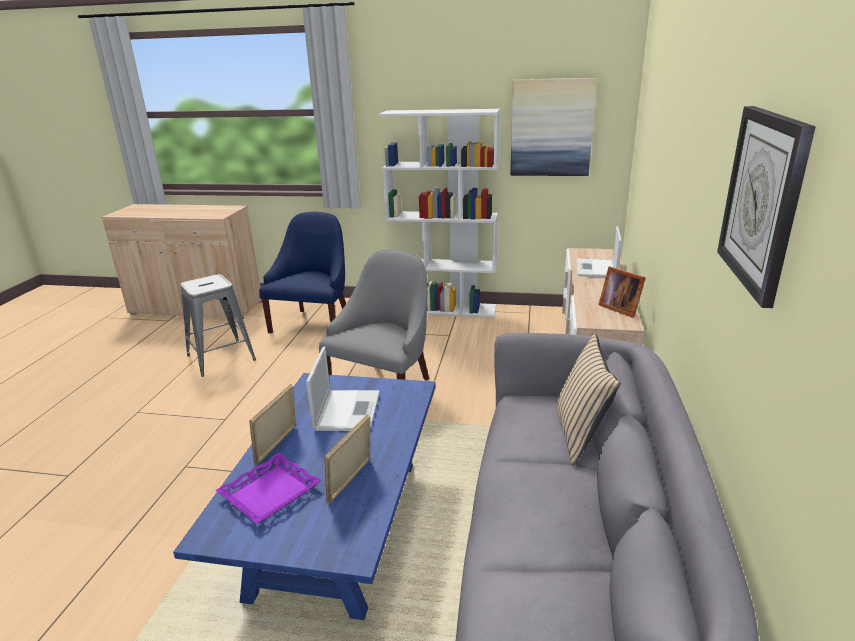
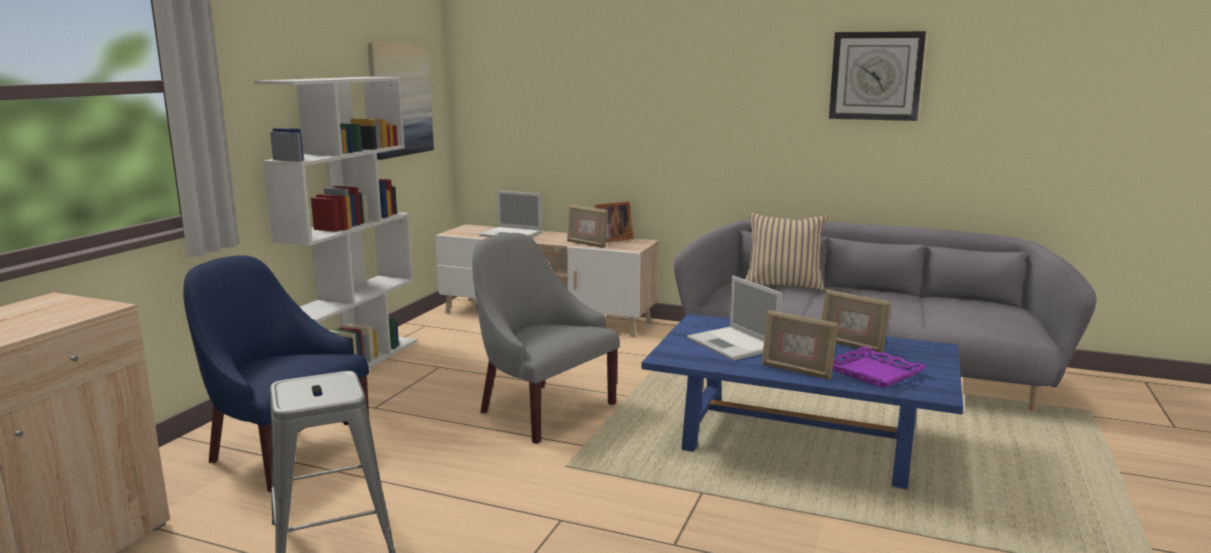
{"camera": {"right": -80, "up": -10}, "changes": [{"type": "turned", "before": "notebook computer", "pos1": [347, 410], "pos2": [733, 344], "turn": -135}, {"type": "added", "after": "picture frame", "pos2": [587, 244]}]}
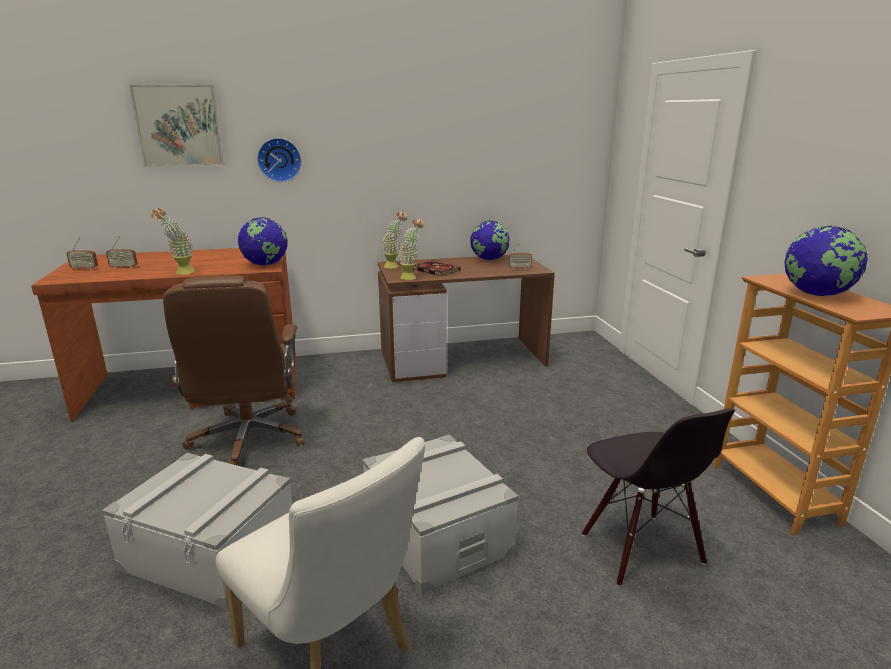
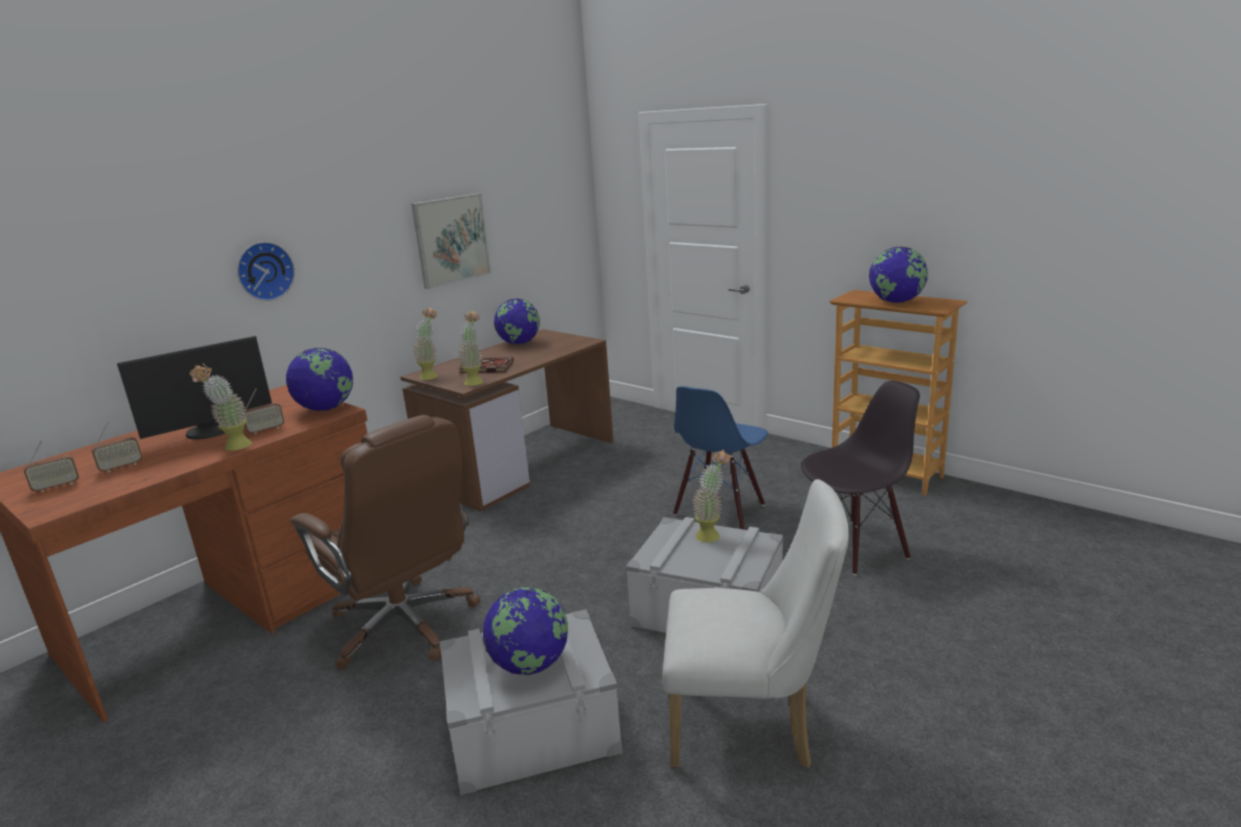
{"camera": {"right": -35, "up": 0}, "changes": [{"type": "moved", "before": "wall picture", "pos1": [179, 126], "pos2": [451, 240]}, {"type": "moved", "before": "radio", "pos1": [519, 268], "pos2": [266, 430]}, {"type": "turned", "before": "chair in black", "pos1": [640, 549], "pos2": [855, 547], "turn": -60}, {"type": "added", "after": "computer screen", "pos2": [210, 431]}, {"type": "added", "after": "chair in bluish", "pos2": [720, 510]}, {"type": "added", "after": "potted plant", "pos2": [712, 534]}, {"type": "added", "after": "world globe", "pos2": [530, 665]}]}
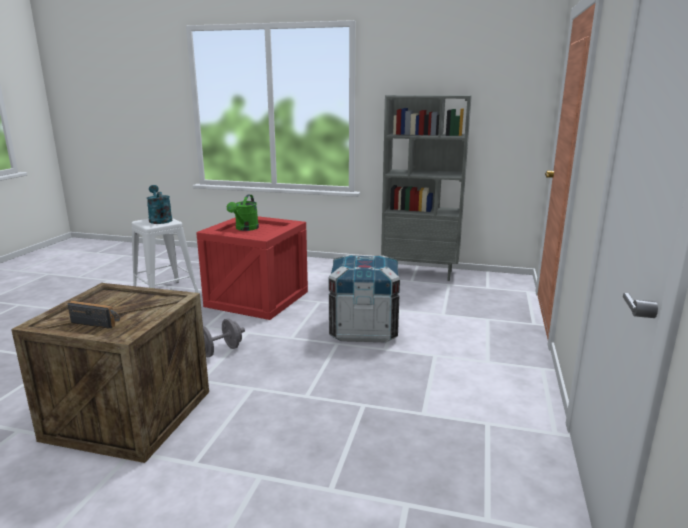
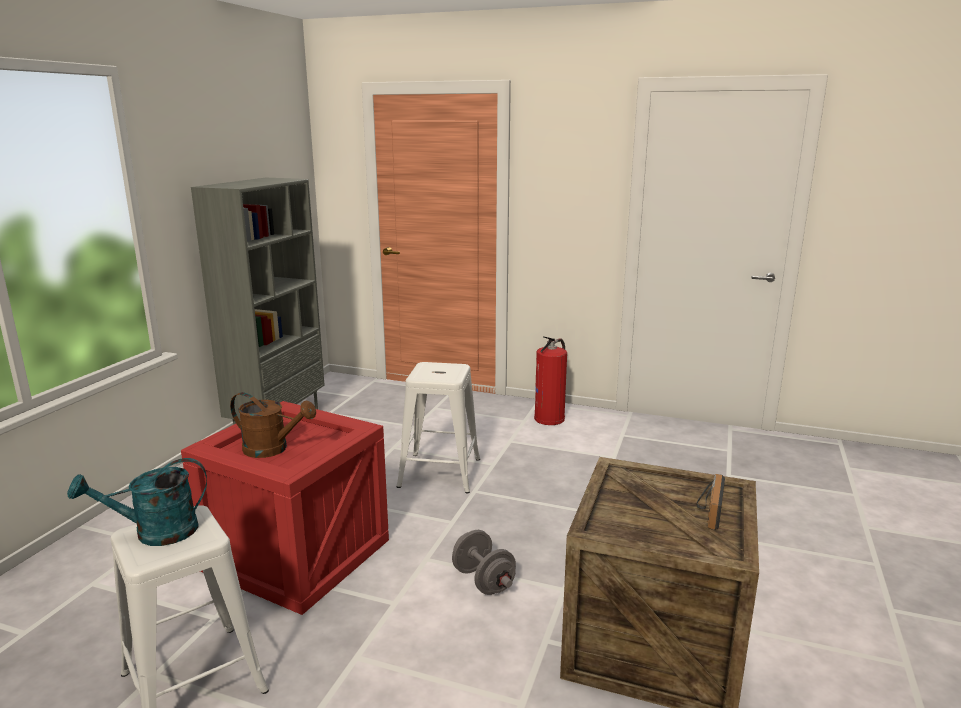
{"camera": {"right": -85, "up": 0}, "changes": [{"type": "recoloured", "before": "watering pot in greenish", "after": "watering pot in brown", "pos1": [245, 229], "pos2": [272, 449]}, {"type": "replaced", "before": "crate", "after": "stool seat in whitish", "pos1": [364, 329], "pos2": [440, 472]}, {"type": "added", "after": "extinguisher", "pos2": [550, 418]}]}
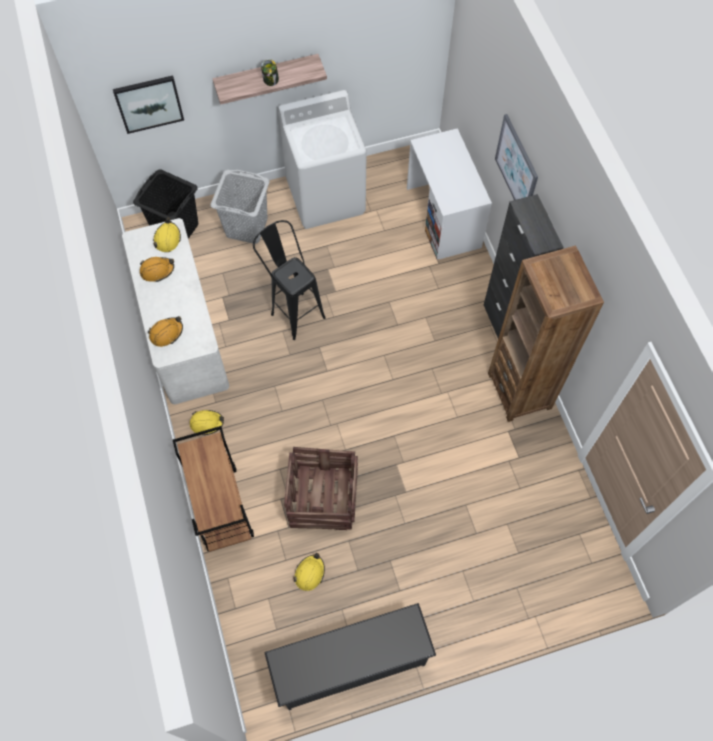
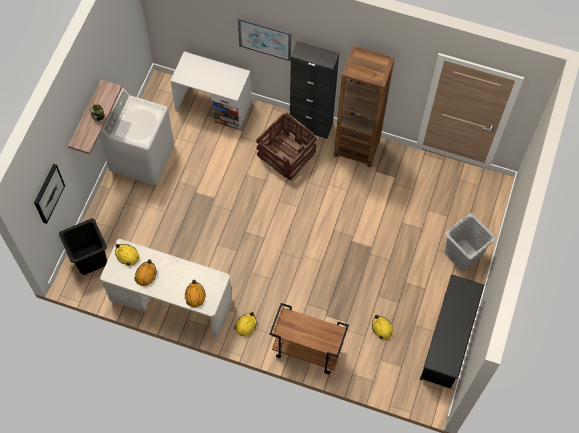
{"camera": {"right": -55, "up": 0}, "changes": [{"type": "moved", "before": "laundry basket in greyish", "pos1": [247, 227], "pos2": [463, 254]}, {"type": "removed", "before": "stool seat in black", "pos1": [293, 310]}, {"type": "moved", "before": "crate", "pos1": [323, 497], "pos2": [285, 155]}]}
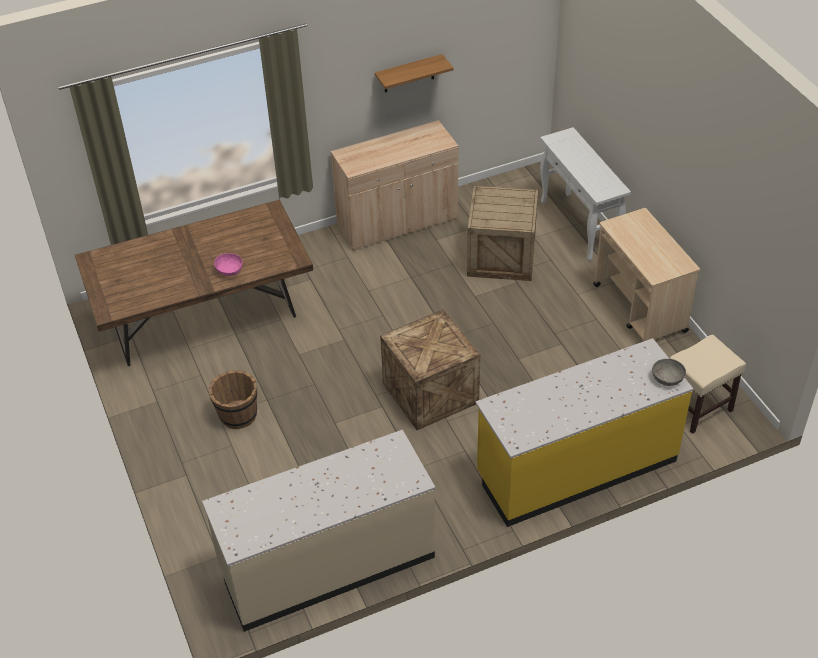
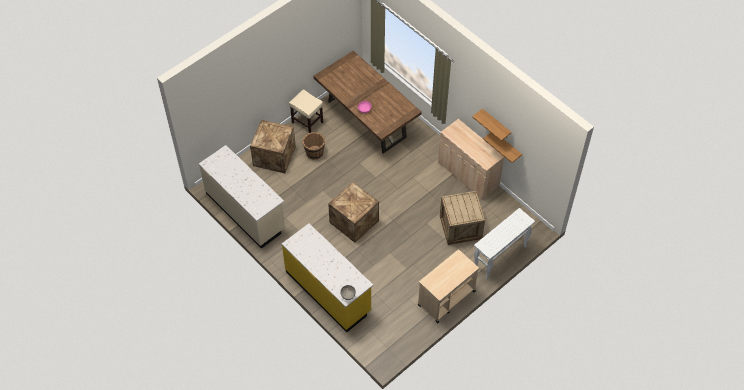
{"camera": {"right": 70, "up": 10}, "changes": [{"type": "moved", "before": "stool seat in beige-coloured", "pos1": [697, 408], "pos2": [307, 122]}, {"type": "added", "after": "crate", "pos2": [273, 156]}, {"type": "added", "after": "bracket shelf", "pos2": [506, 146]}]}
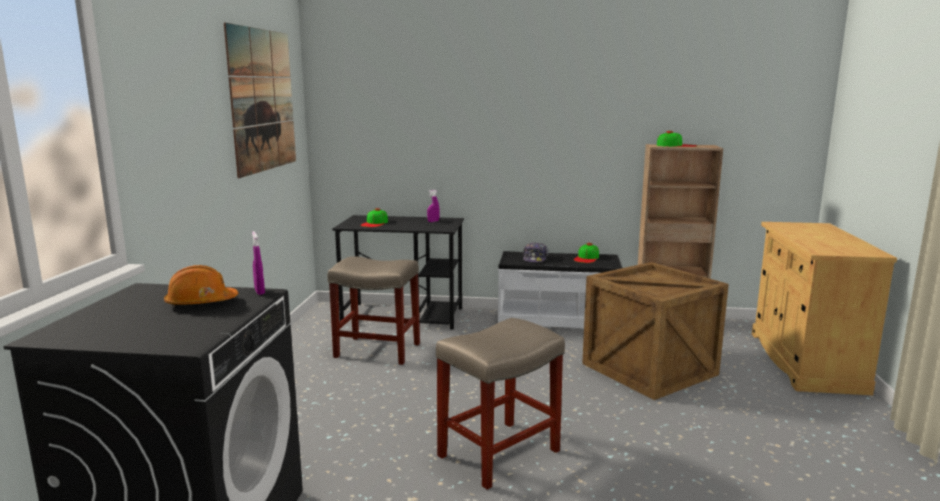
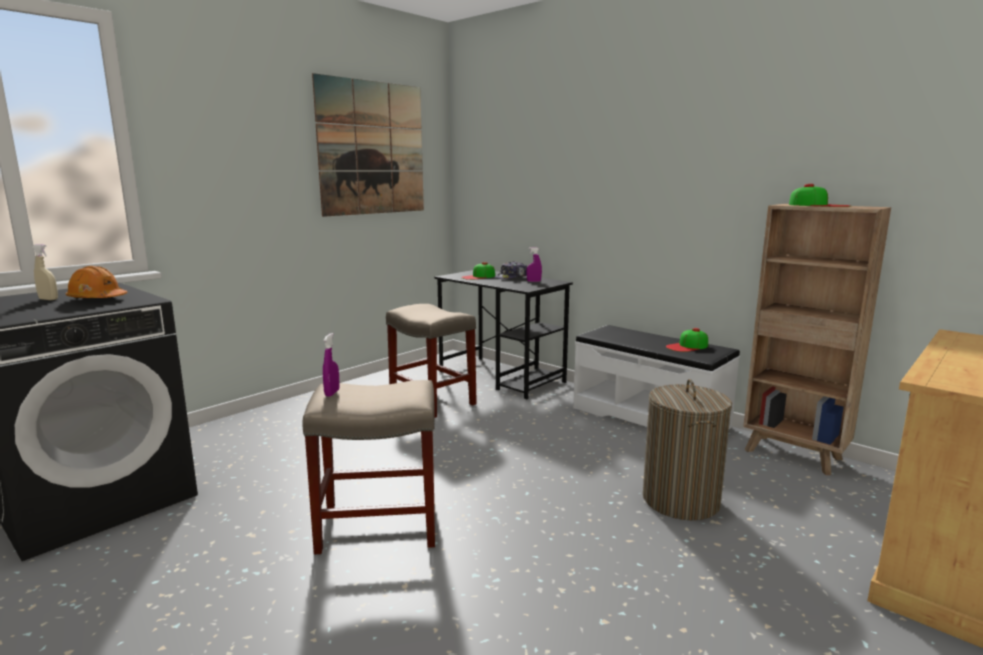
{"camera": {"right": 35, "up": 0}, "changes": [{"type": "moved", "before": "spray bottle in purple", "pos1": [259, 292], "pos2": [332, 393]}, {"type": "moved", "before": "cap", "pos1": [535, 258], "pos2": [511, 277]}, {"type": "replaced", "before": "crate", "after": "laundry basket", "pos1": [651, 369], "pos2": [681, 500]}, {"type": "added", "after": "spray bottle in beige-coloured", "pos2": [48, 299]}]}
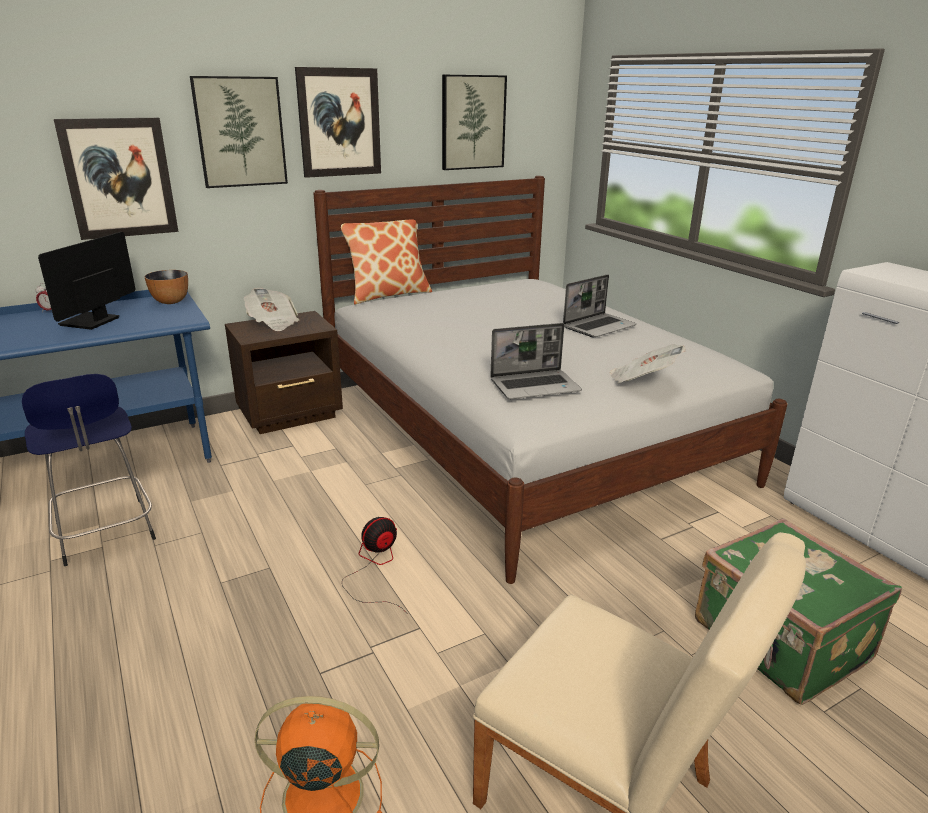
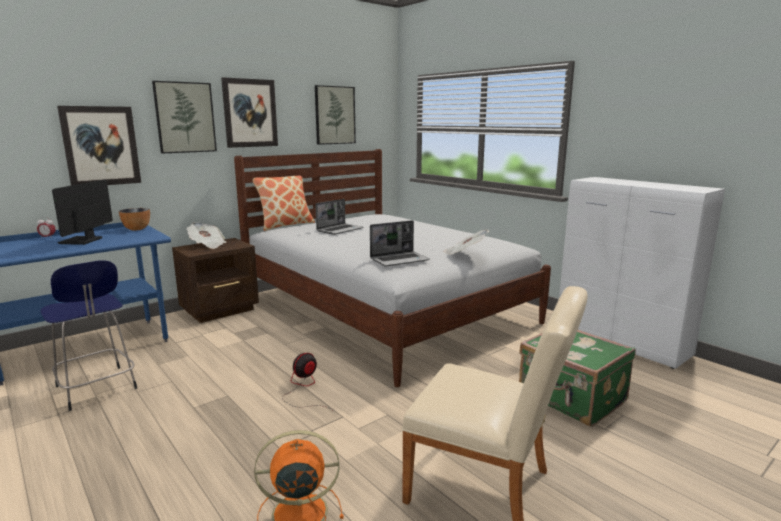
{"camera": {"right": -10, "up": -10}, "changes": [{"type": "moved", "before": "notebook computer", "pos1": [599, 326], "pos2": [340, 230]}]}
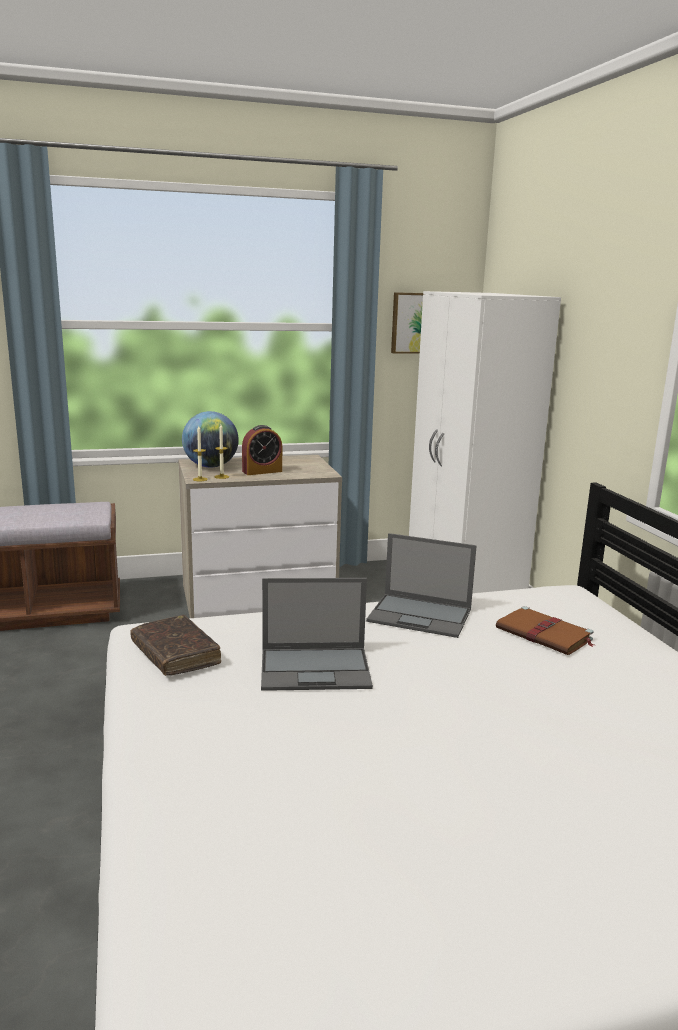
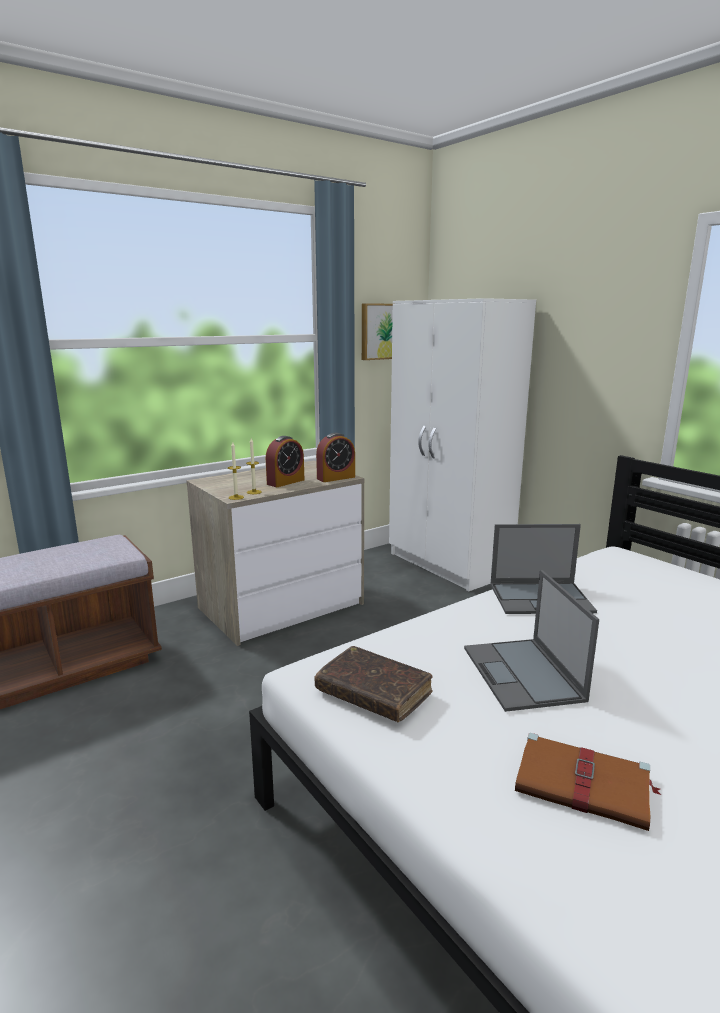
{"camera": {"right": -20, "up": 0}, "changes": [{"type": "removed", "before": "world globe", "pos1": [211, 466]}, {"type": "turned", "before": "notebook computer", "pos1": [316, 669], "pos2": [523, 674], "turn": 105}, {"type": "moved", "before": "book in brown", "pos1": [545, 634], "pos2": [585, 785]}, {"type": "added", "after": "table clock", "pos2": [336, 478]}]}
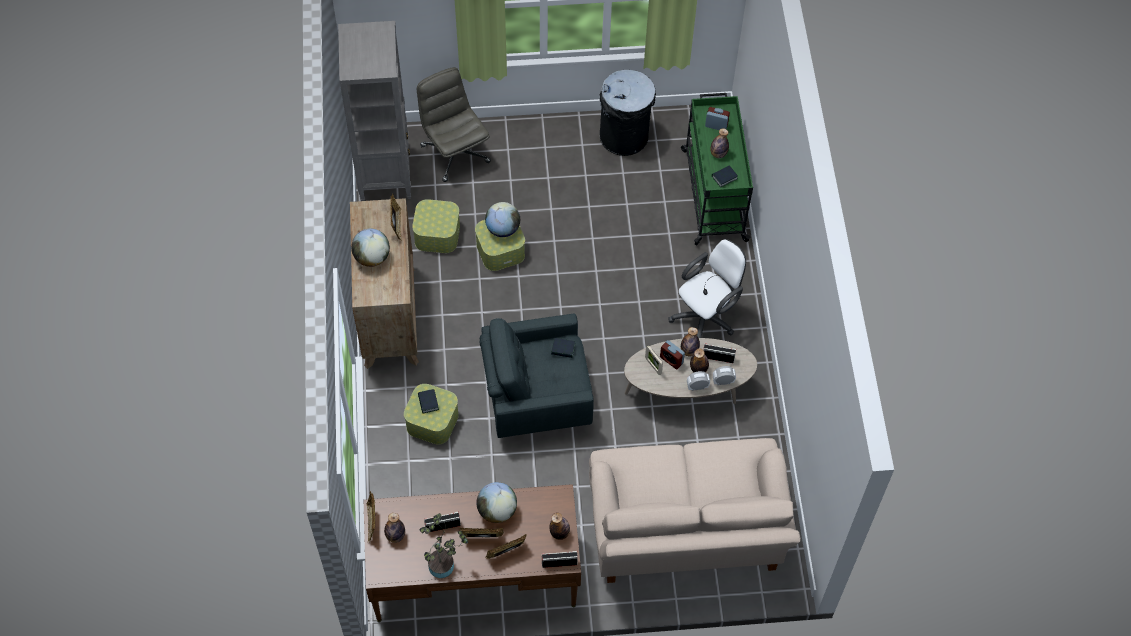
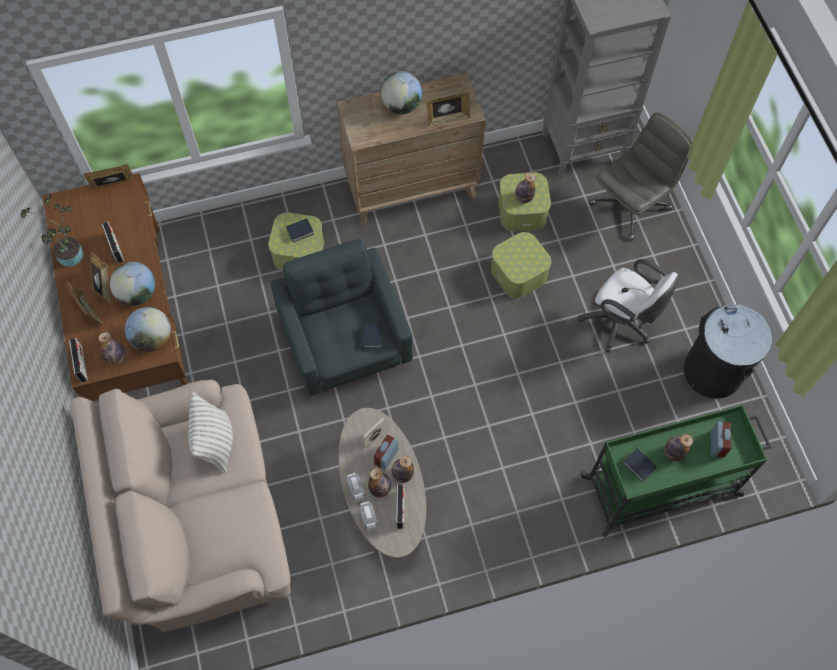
{"camera": {"right": 80, "up": 5}, "changes": [{"type": "moved", "before": "world globe", "pos1": [502, 229], "pos2": [153, 338]}, {"type": "moved", "before": "desk chair in whitish", "pos1": [706, 317], "pos2": [620, 324]}, {"type": "moved", "before": "bottle", "pos1": [395, 536], "pos2": [523, 198]}, {"type": "added", "after": "pillow", "pos2": [216, 442]}]}
